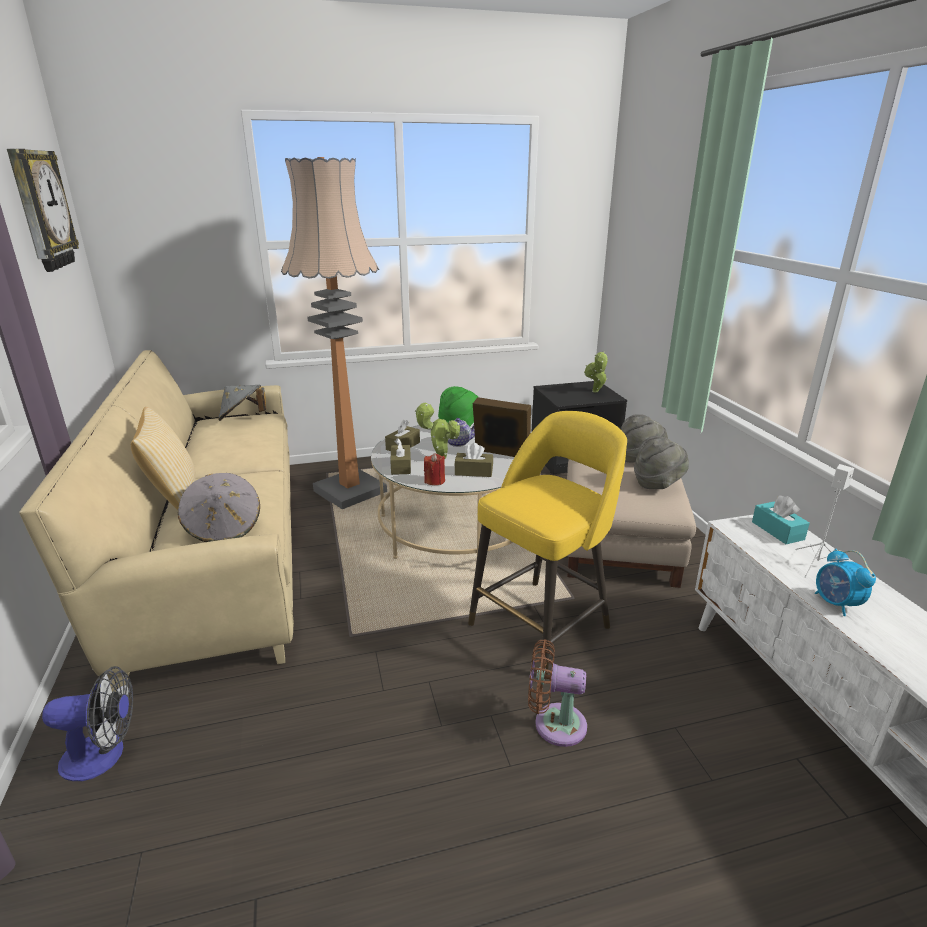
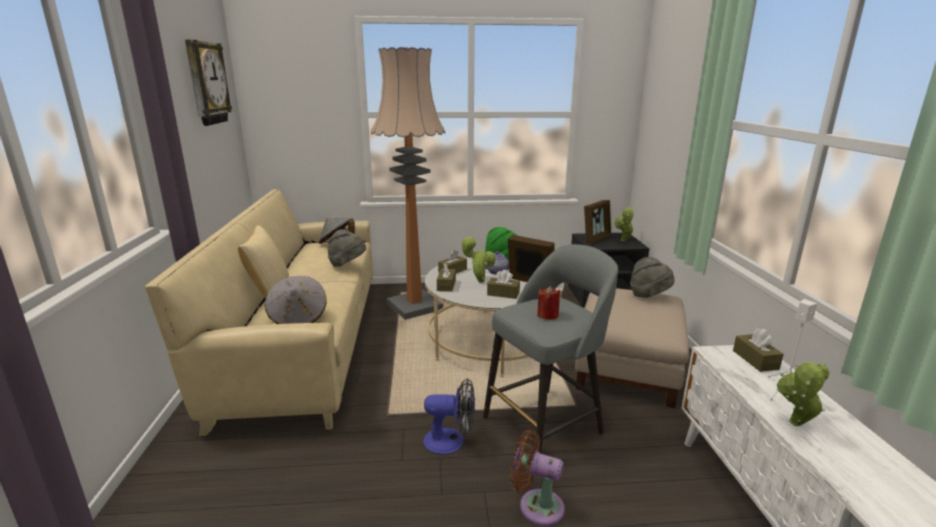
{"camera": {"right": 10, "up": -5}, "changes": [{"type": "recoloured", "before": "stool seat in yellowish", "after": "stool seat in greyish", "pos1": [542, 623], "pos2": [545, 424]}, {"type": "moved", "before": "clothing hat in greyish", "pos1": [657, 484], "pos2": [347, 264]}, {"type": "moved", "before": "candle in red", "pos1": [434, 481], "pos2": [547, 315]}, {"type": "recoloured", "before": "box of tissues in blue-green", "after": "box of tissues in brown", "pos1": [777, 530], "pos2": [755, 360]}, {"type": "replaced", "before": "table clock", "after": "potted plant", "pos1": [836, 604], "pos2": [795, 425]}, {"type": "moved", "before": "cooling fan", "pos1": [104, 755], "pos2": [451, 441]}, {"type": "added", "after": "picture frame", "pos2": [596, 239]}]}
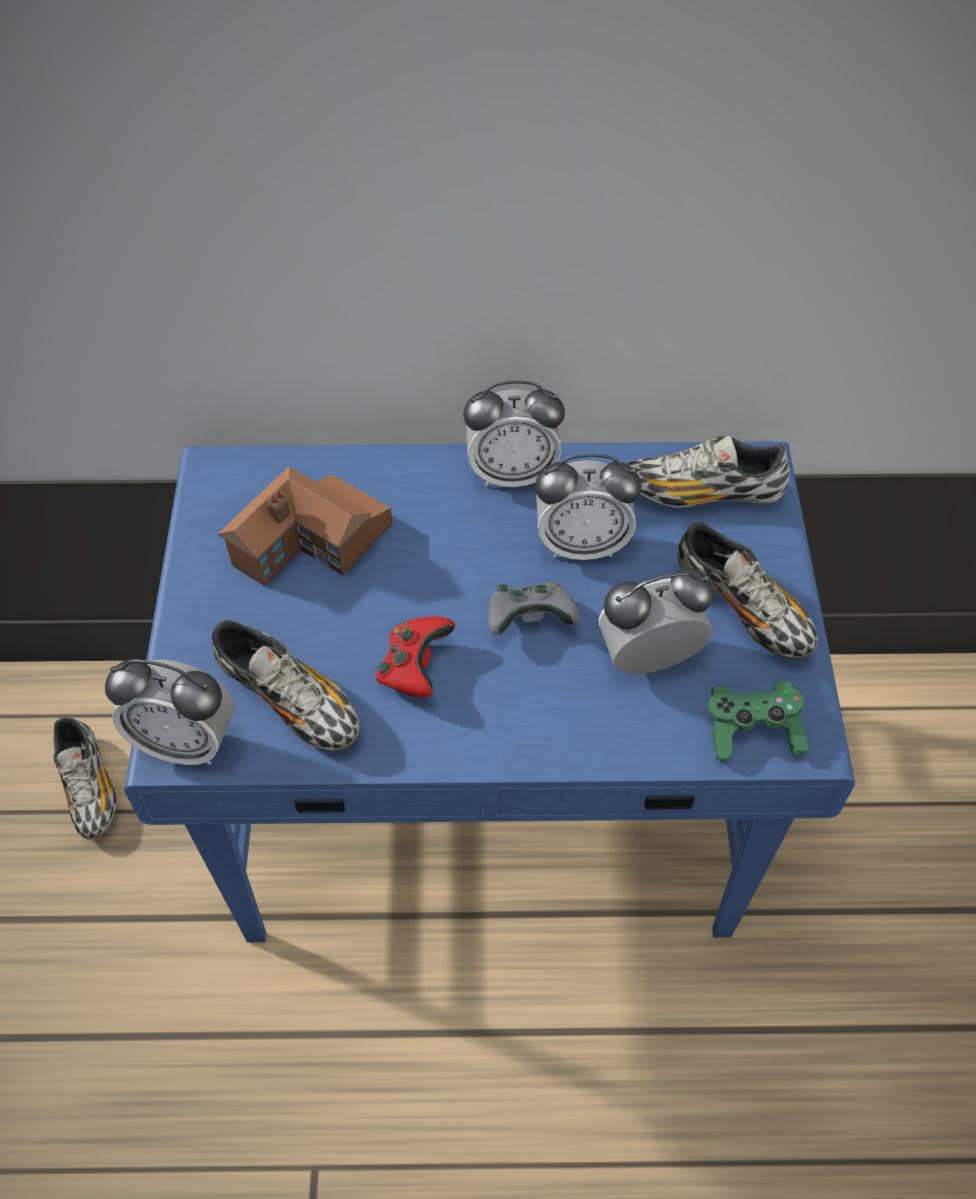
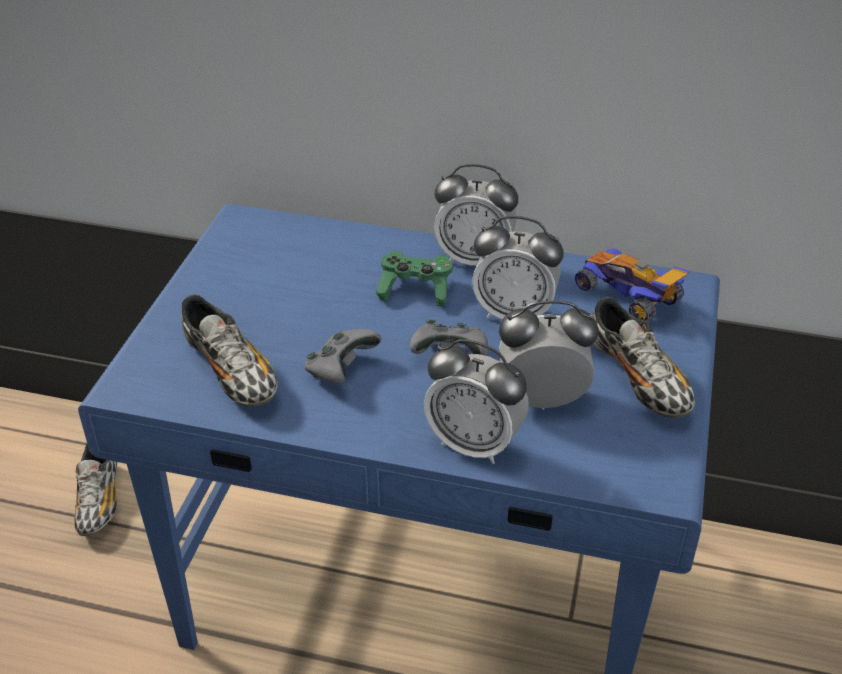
{"camera": {"right": 15, "up": -15}, "changes": [{"type": "replaced", "before": "low shoe", "after": "miniature car", "pos1": [701, 493], "pos2": [630, 297]}, {"type": "removed", "before": "model house", "pos1": [312, 543]}, {"type": "recoloured", "before": "gamepad in red", "after": "gamepad in greyish", "pos1": [415, 668], "pos2": [341, 370]}, {"type": "moved", "before": "table clock", "pos1": [186, 742], "pos2": [474, 444]}, {"type": "moved", "before": "gamepad in greenish", "pos1": [752, 730], "pos2": [415, 289]}]}
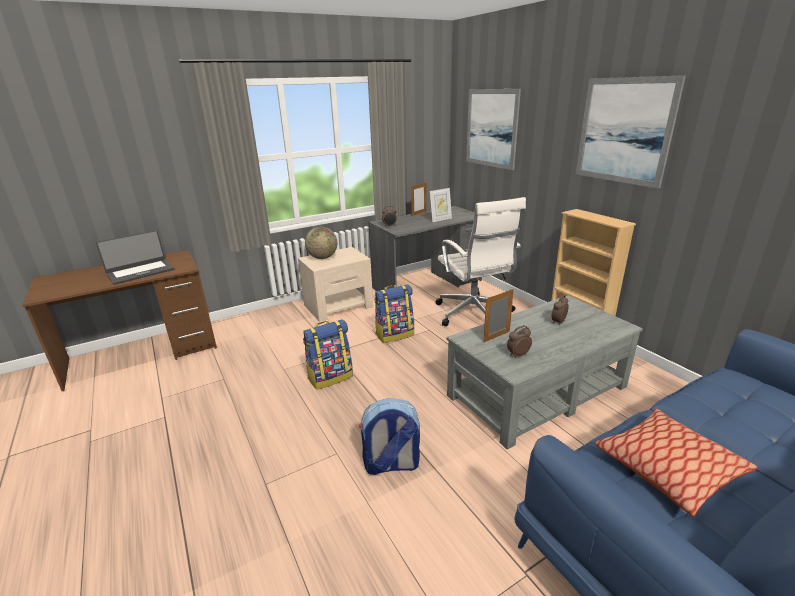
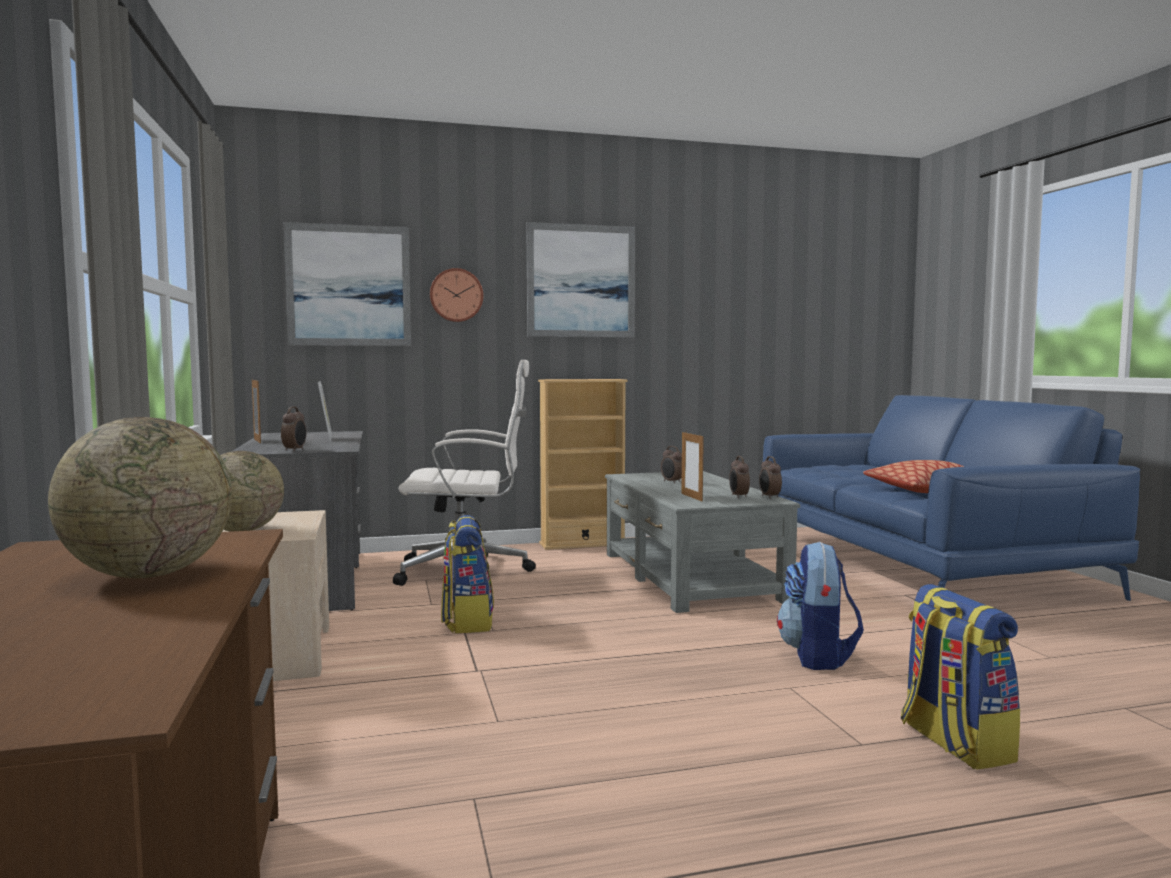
{"camera": {"right": -75, "up": -20}, "changes": [{"type": "replaced", "before": "notebook computer", "after": "world globe", "pos1": [140, 272], "pos2": [148, 574]}, {"type": "moved", "before": "rucksack", "pos1": [330, 377], "pos2": [953, 743]}, {"type": "added", "after": "clock on the wall", "pos2": [456, 295]}, {"type": "added", "after": "table clock", "pos2": [769, 497]}]}
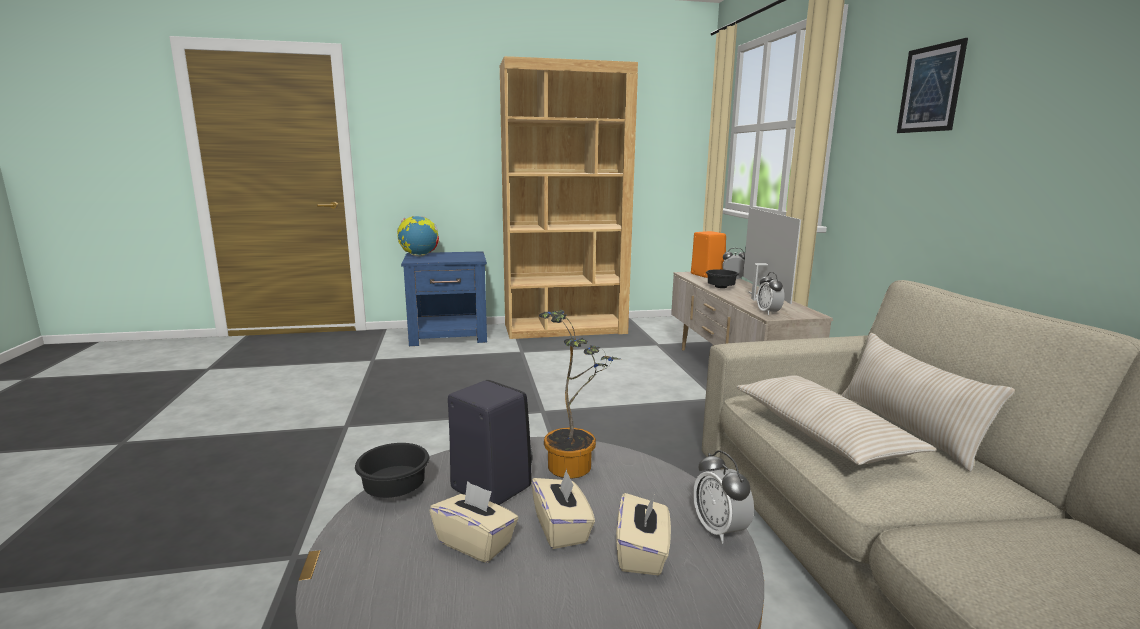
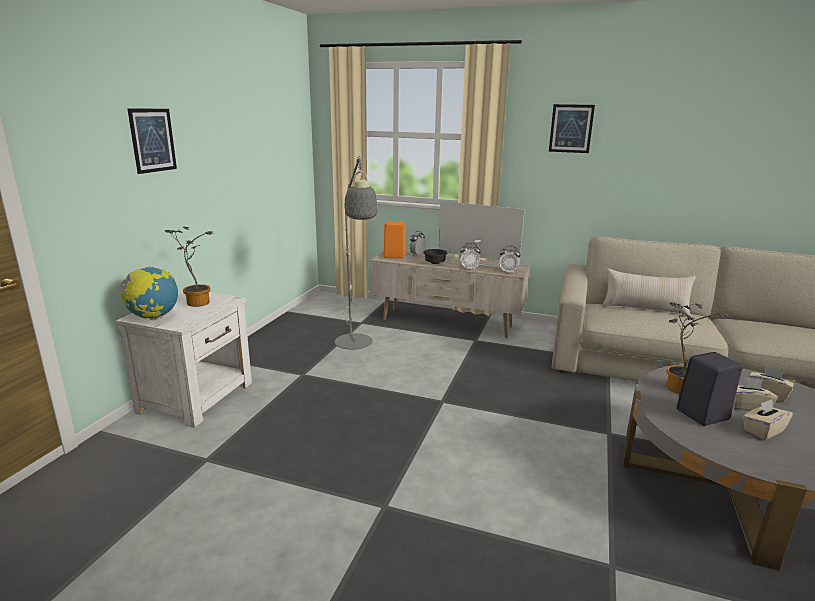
{"camera": {"right": -60, "up": 5}, "changes": [{"type": "removed", "before": "bookcase in brown", "pos1": [565, 329]}, {"type": "recoloured", "before": "nightstand in bluish", "after": "nightstand in whitish", "pos1": [449, 335], "pos2": [198, 397]}, {"type": "removed", "before": "pillow in beige-coloured", "pos1": [821, 433]}, {"type": "removed", "before": "deep dish in black", "pos1": [392, 490]}, {"type": "moved", "before": "table clock", "pos1": [719, 530], "pos2": [469, 269]}, {"type": "added", "after": "wall picture", "pos2": [153, 140]}, {"type": "added", "after": "floor lamp in greyish", "pos2": [355, 345]}, {"type": "added", "after": "potted plant", "pos2": [197, 302]}]}
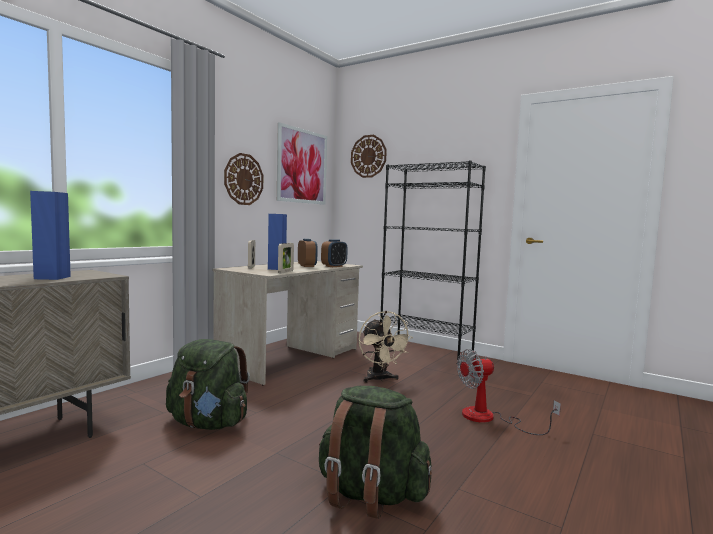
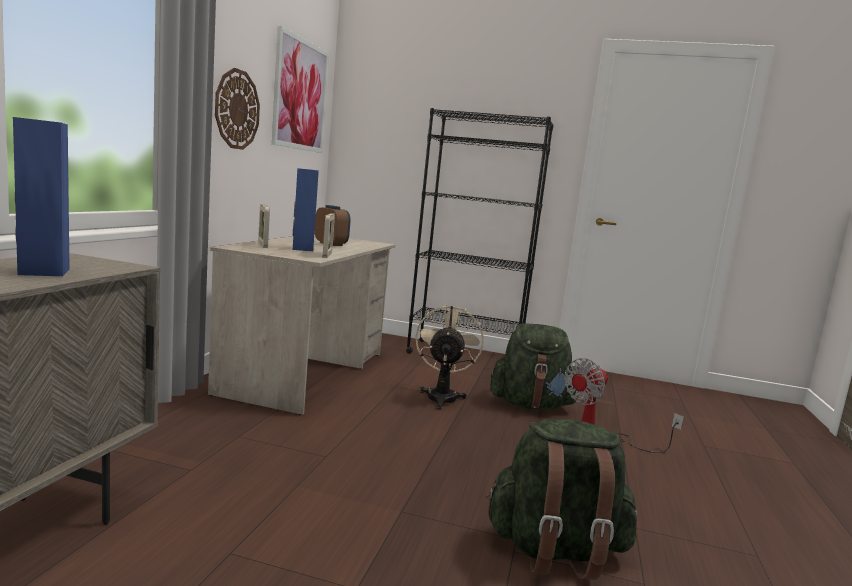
{"camera": {"right": -20, "up": 5}, "changes": [{"type": "removed", "before": "clock on the wall", "pos1": [368, 156]}, {"type": "removed", "before": "table clock", "pos1": [334, 266]}, {"type": "turned", "before": "cooling fan in beige-coloured", "pos1": [380, 379], "pos2": [442, 396], "turn": -135}, {"type": "moved", "before": "rucksack in greenish", "pos1": [208, 423], "pos2": [531, 405]}]}
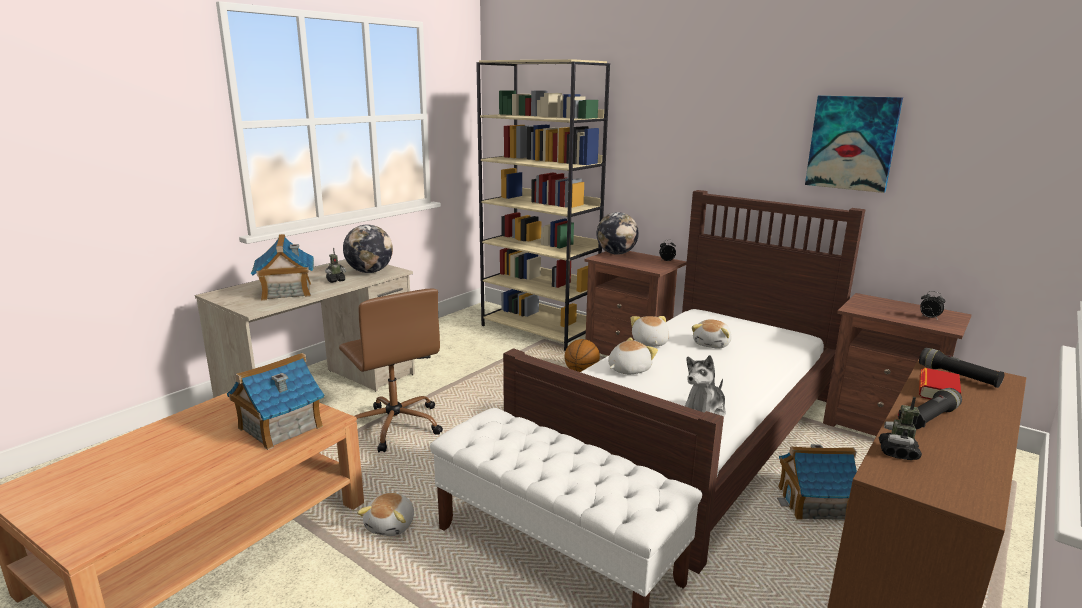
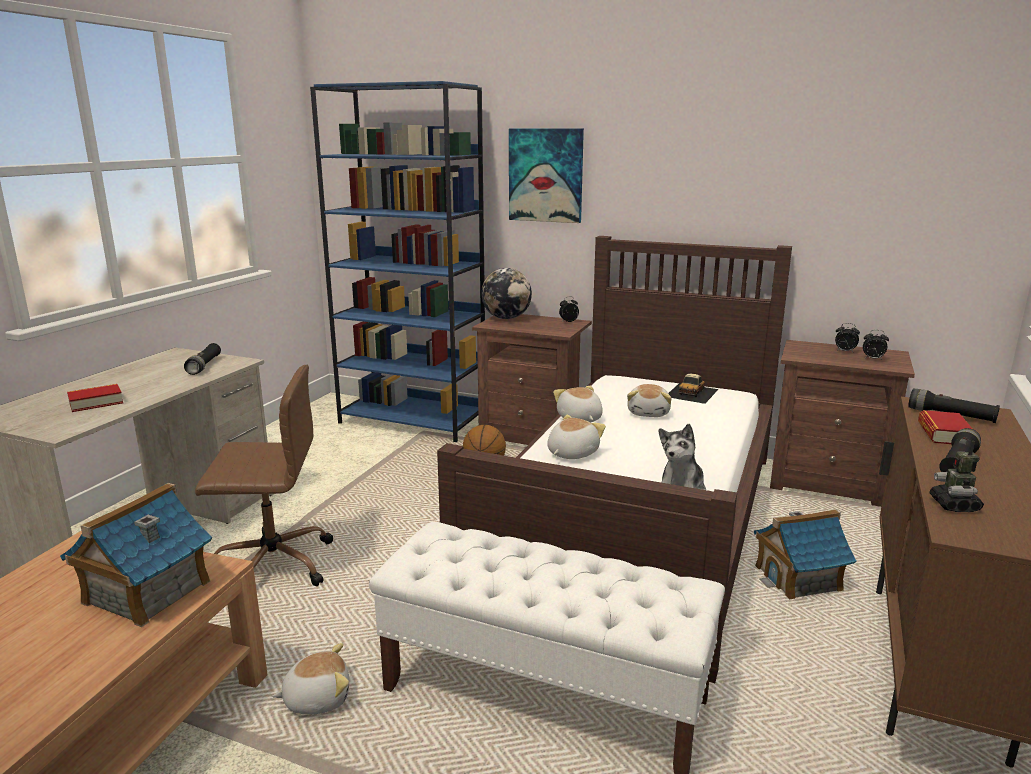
{"camera": {"right": -15, "up": 0}, "changes": [{"type": "recoloured", "before": "bookcase in beige-coloured", "after": "bookcase in bluish", "pos1": [539, 330], "pos2": [414, 421]}, {"type": "moved", "before": "wall picture", "pos1": [852, 143], "pos2": [546, 175]}, {"type": "replaced", "before": "world globe", "after": "flashlight in black", "pos1": [369, 272], "pos2": [204, 366]}, {"type": "replaced", "before": "model house", "after": "book", "pos1": [286, 291], "pos2": [96, 403]}, {"type": "removed", "before": "robot figure", "pos1": [336, 280]}, {"type": "turned", "before": "desk chair in brown", "pos1": [394, 425], "pos2": [271, 565], "turn": -45}, {"type": "turned", "before": "soft toy", "pos1": [391, 525], "pos2": [317, 698], "turn": -105}, {"type": "added", "after": "table clock", "pos2": [844, 351]}, {"type": "added", "after": "miniature car", "pos2": [692, 392]}]}
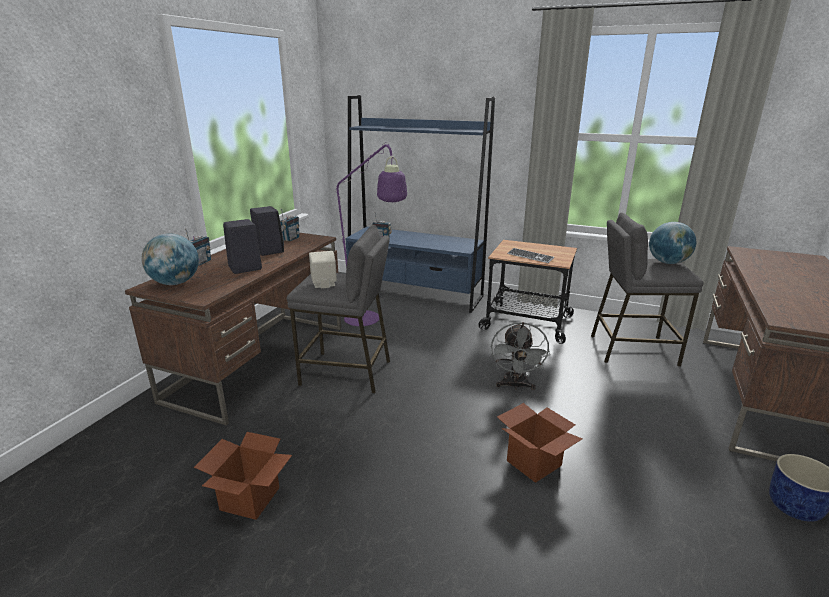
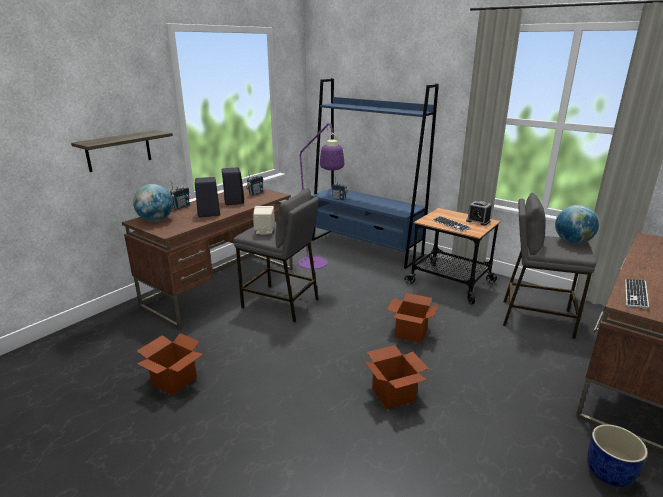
{"camera": {"right": 15, "up": 0}, "changes": [{"type": "replaced", "before": "cooling fan in greyish", "after": "packing box", "pos1": [515, 386], "pos2": [411, 333]}, {"type": "added", "after": "bracket shelf", "pos2": [119, 150]}, {"type": "added", "after": "table clock", "pos2": [478, 221]}, {"type": "added", "after": "computer keyboard", "pos2": [635, 294]}]}
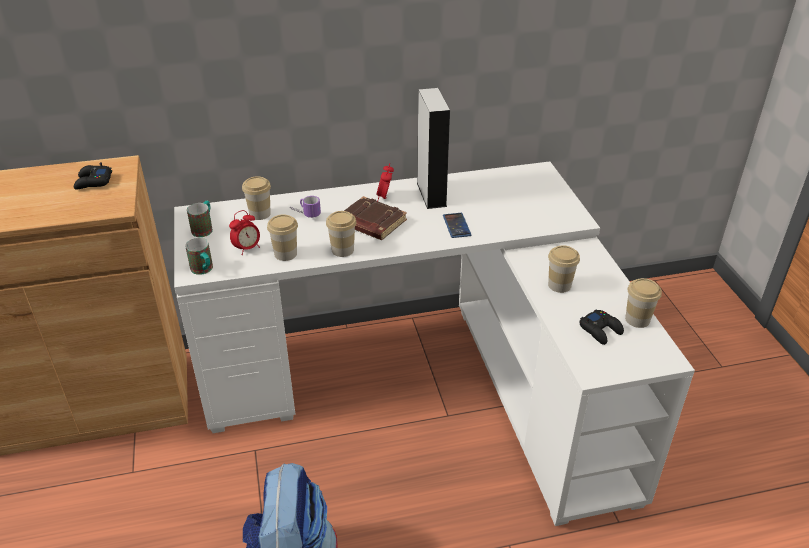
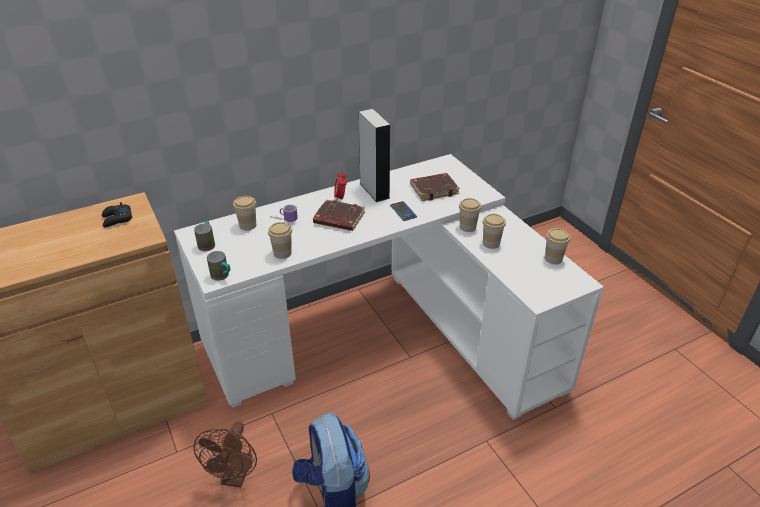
{"camera": {"right": -15, "up": 0}, "changes": [{"type": "removed", "before": "table clock", "pos1": [247, 248]}, {"type": "moved", "before": "cup", "pos1": [342, 250], "pos2": [467, 227]}, {"type": "removed", "before": "gamepad in black", "pos1": [600, 330]}, {"type": "added", "after": "book in brown", "pos2": [434, 189]}, {"type": "added", "after": "cooling fan in brown", "pos2": [235, 476]}]}
